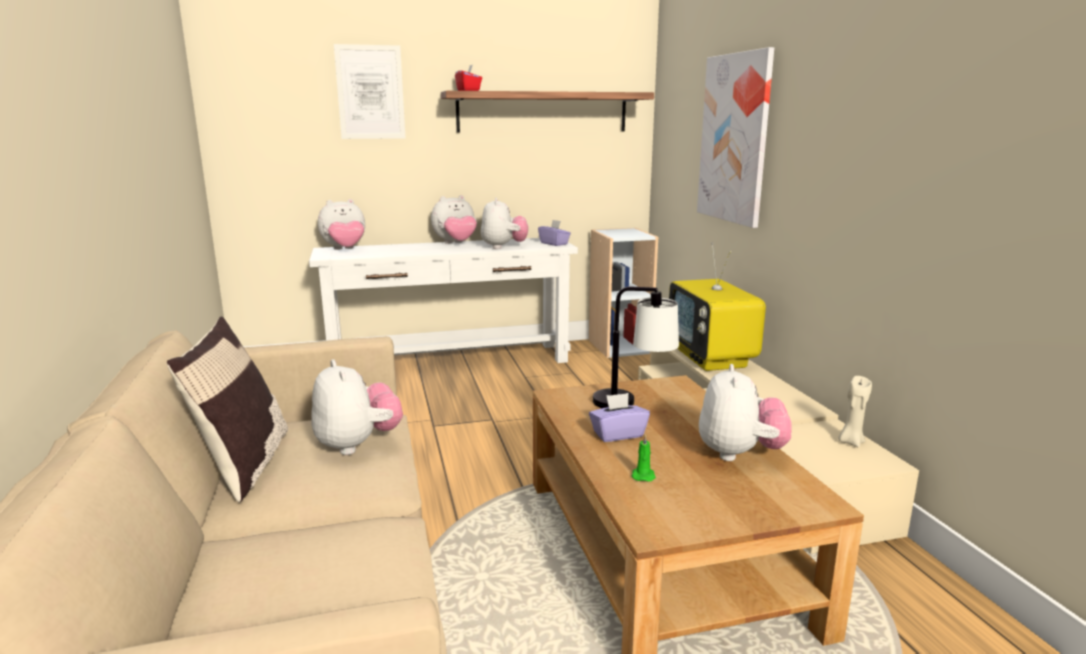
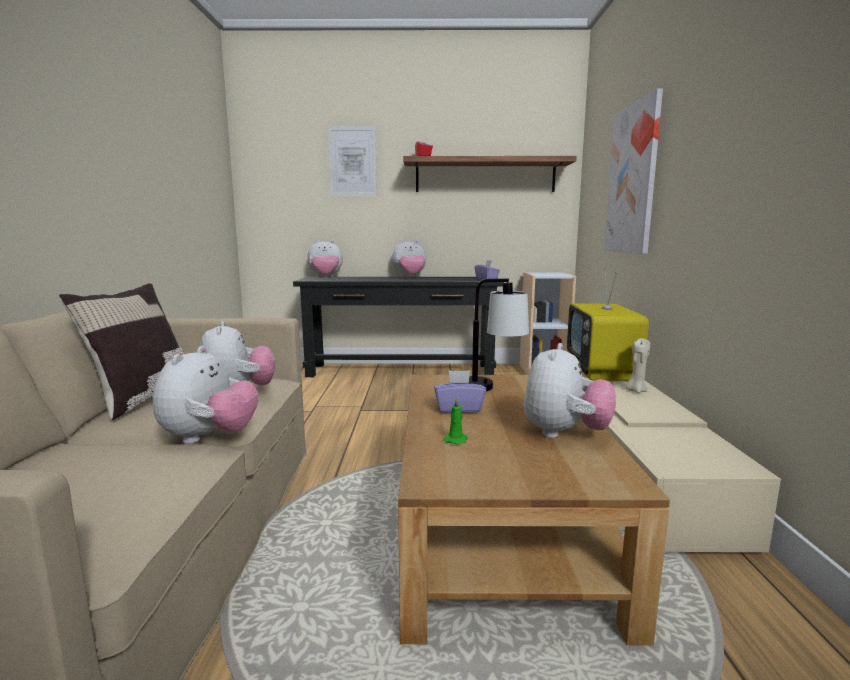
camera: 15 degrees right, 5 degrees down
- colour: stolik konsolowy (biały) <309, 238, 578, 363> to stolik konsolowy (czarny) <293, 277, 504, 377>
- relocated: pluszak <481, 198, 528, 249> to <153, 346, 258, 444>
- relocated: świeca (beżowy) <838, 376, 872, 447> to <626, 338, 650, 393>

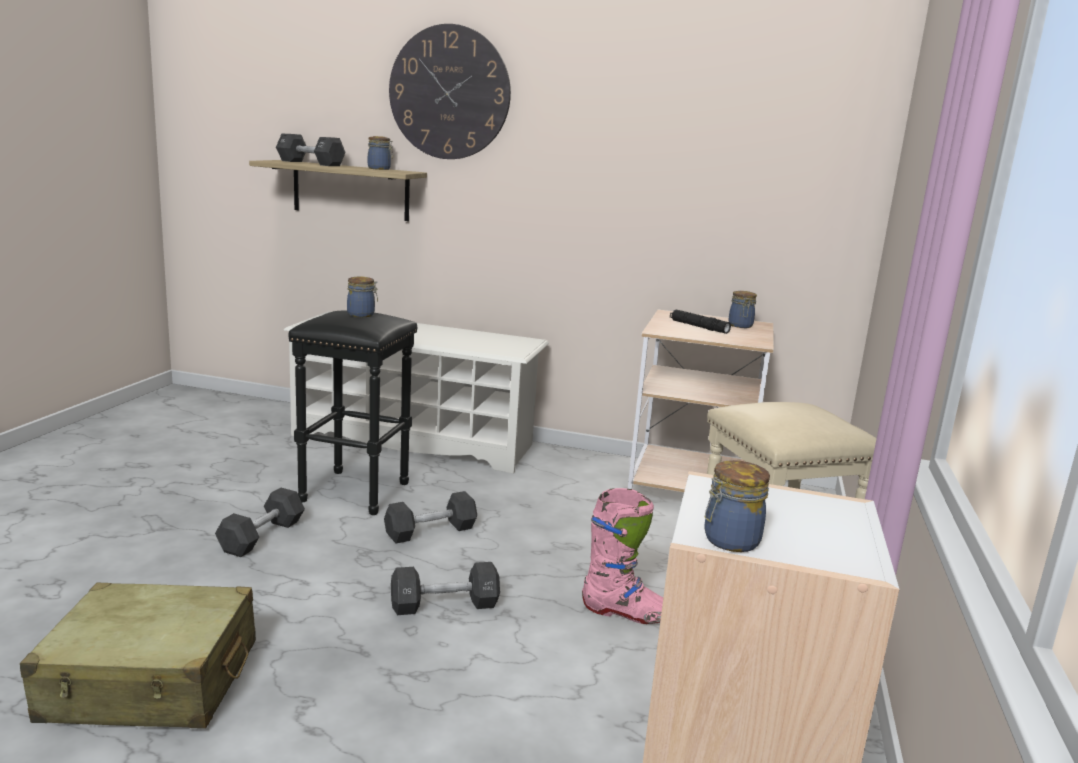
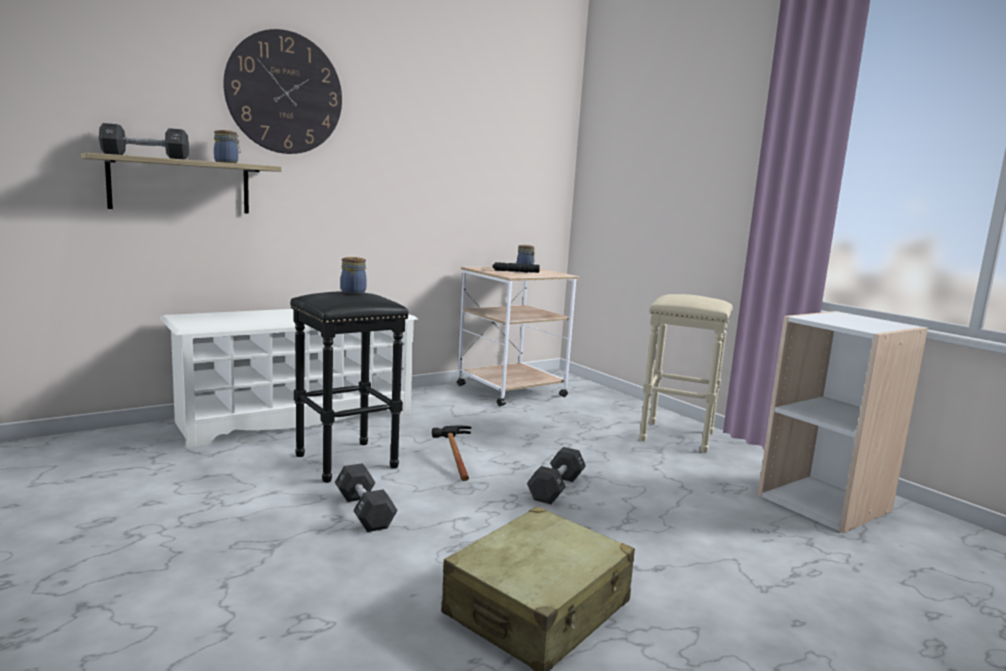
camera: 50 degrees left, 5 degrees down
- exchanged: hantel (czarny) <384, 491, 477, 543> to młotek <432, 426, 471, 481>
- missing: but z cholewką (różowy) <582, 488, 663, 624>
- missing: słoik <704, 460, 770, 552>

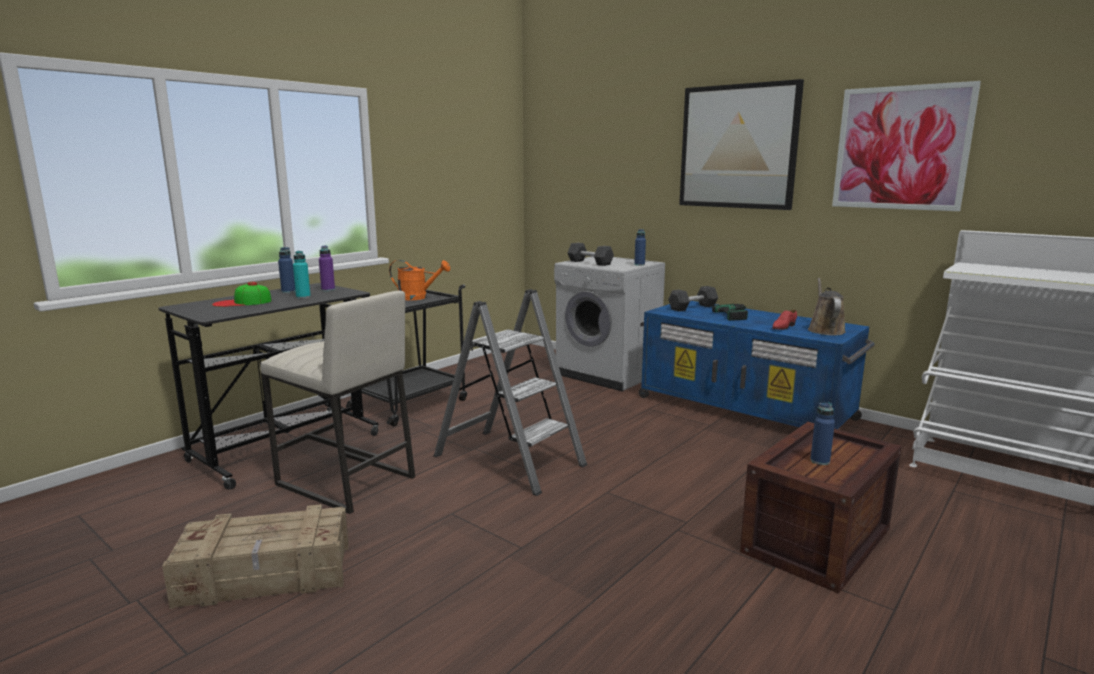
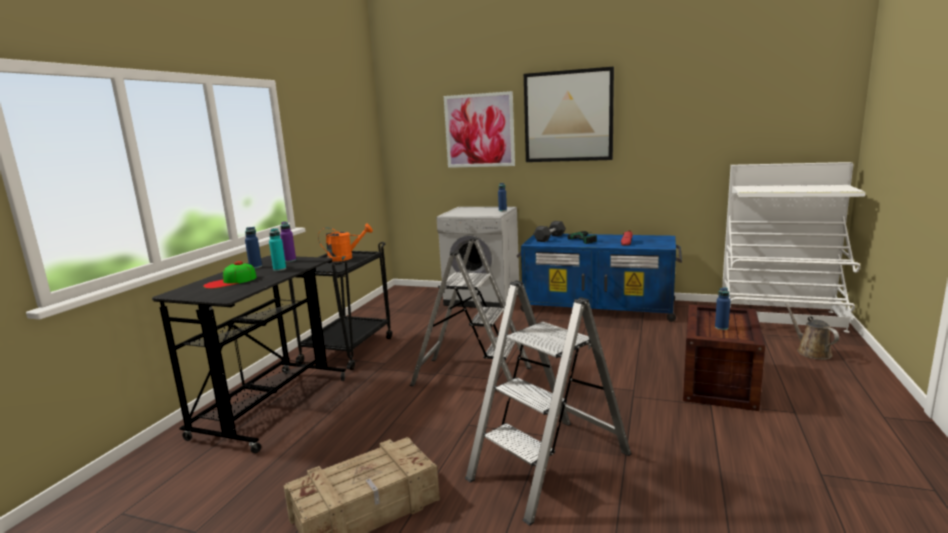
camera: 20 degrees left, 0 degrees up
- missing: stołek (beżowy) <260, 291, 415, 514>
- missing: hantel (szary) <568, 243, 614, 266>
- relocated: konewka (brązowy) <808, 278, 846, 335> to <785, 304, 839, 360>
- relocated: obraz <832, 81, 981, 211> to <444, 91, 515, 168>
- appeared: drabinka (szary) <465, 280, 632, 526>

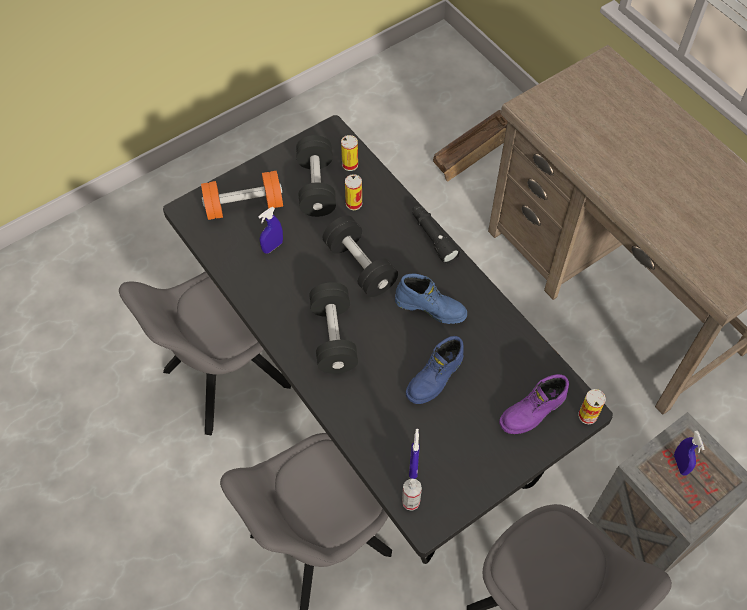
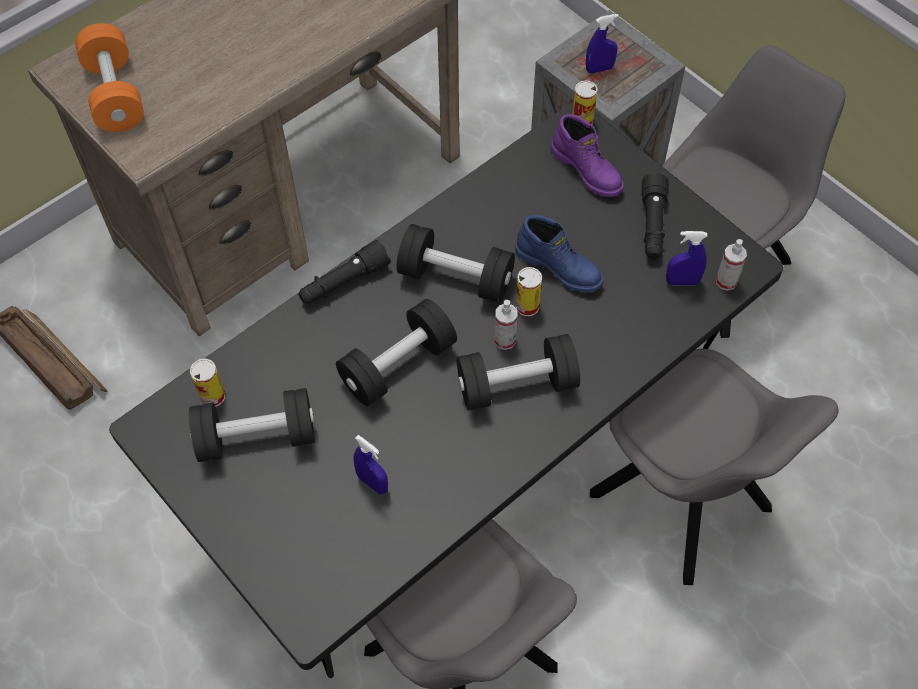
camera: 95 degrees left, 0 degrees up
- relocated: hantel (pomarańczowy) <201, 171, 283, 220> to <75, 23, 144, 132>
- relocated: puszka <345, 174, 362, 210> to <516, 267, 542, 317>
- exchanged: but z cholewką (niebieski) <395, 274, 467, 324> to hantel (czarny) <397, 224, 515, 303>
- appeared: spryskiwacz <494, 300, 517, 350>
- appeared: latarka (czarny) <641, 173, 669, 259>

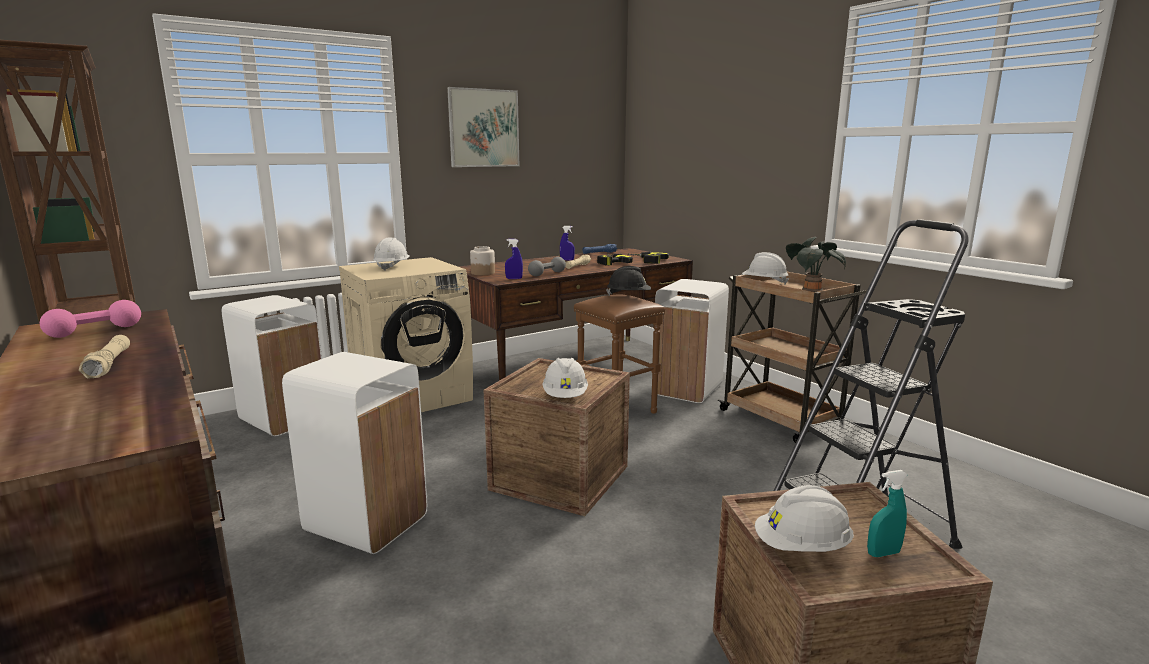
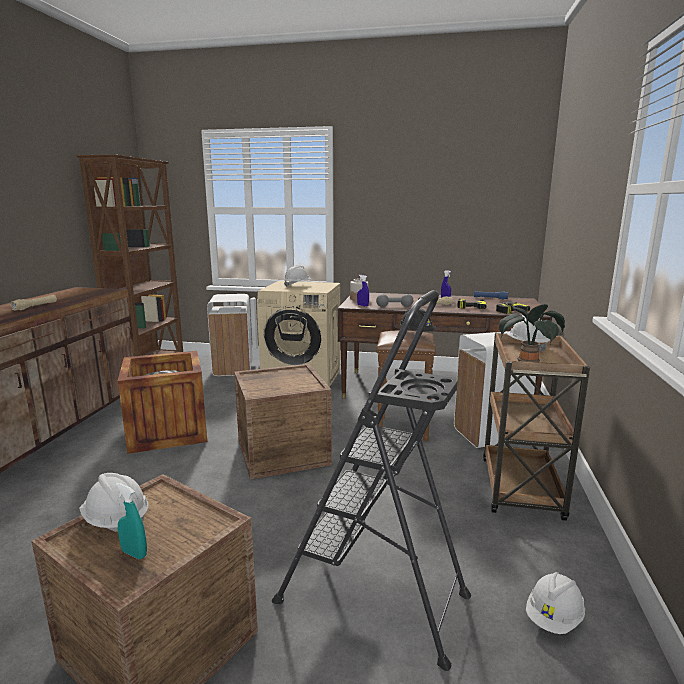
camera: 45 degrees right, 0 degrees up
- missing: hantel (różowy) <40, 300, 141, 338>
- exchanged: kosz na śmieci (biały) <282, 352, 428, 554> to skrzynka <118, 351, 207, 454>
- missing: obraz <447, 87, 519, 167>
- relocated: kask (biały) <542, 358, 588, 398> to <526, 572, 585, 634>

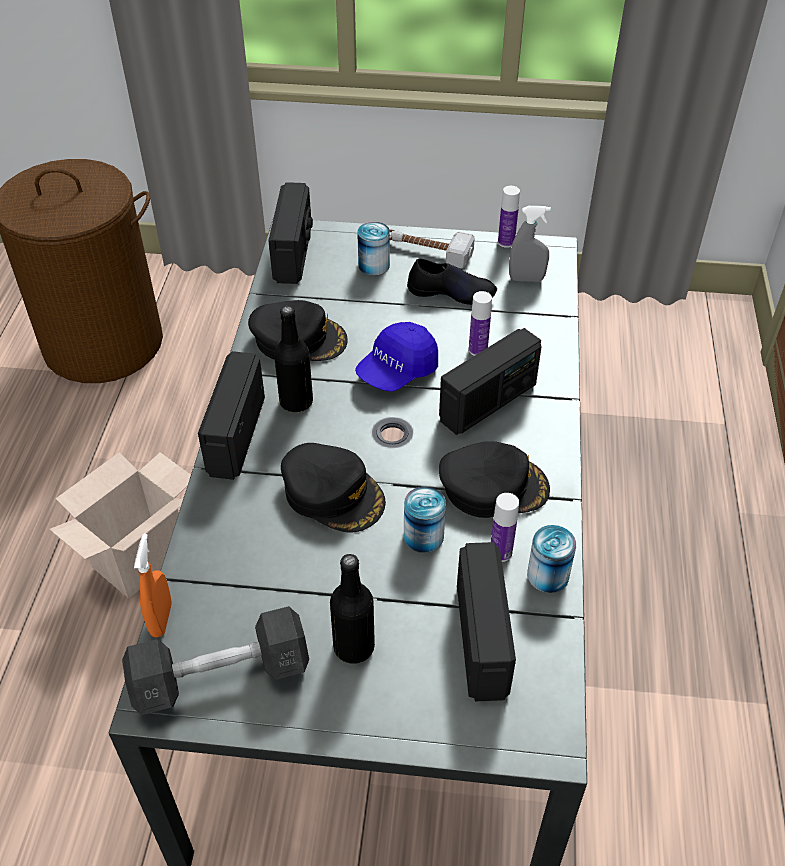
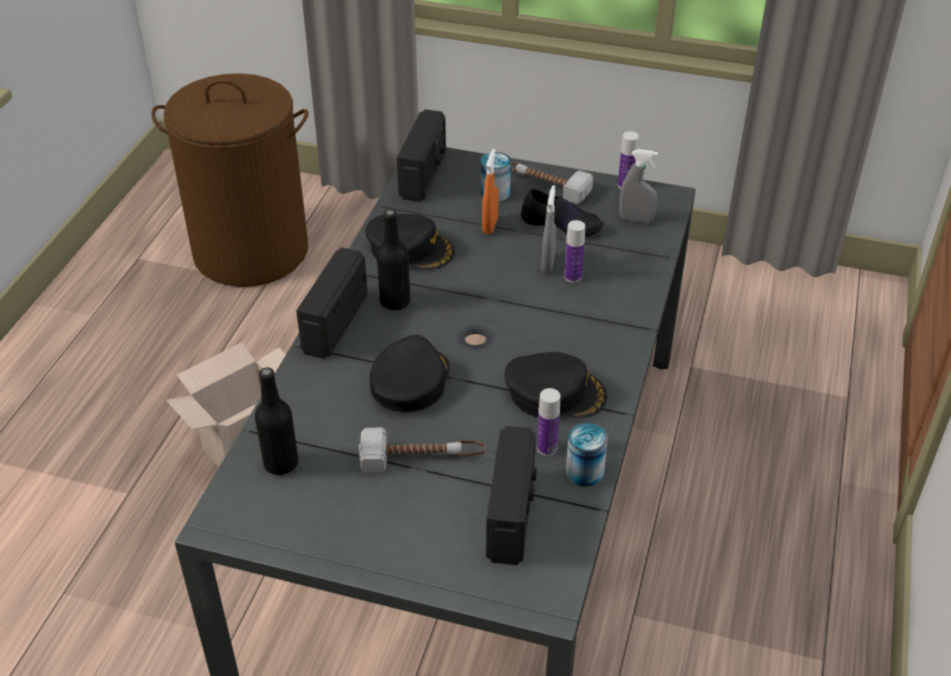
camera: 10 degrees right, 5 degrees down
- missing: hantel (szary) <122, 606, 309, 715>
- relocated: spryskiwacz (pomarańczowy) <134, 534, 172, 637> to <482, 149, 499, 234>
- spun: czapka z daszkiem (czarny) <281, 443, 386, 533> = <369, 335, 449, 412> 120 degrees counterclockwise
- relocated: butelka (czarny) <330, 554, 375, 664> to <255, 367, 299, 475>
- missing: czapka z daszkiem (niebieski) <355, 322, 438, 392>
- missing: puszka <404, 486, 446, 553>
- missing: radio <439, 328, 542, 435>
- appeared: młotek <359, 427, 486, 473>
- appeared: spryskiwacz (szary) <541, 185, 556, 273>

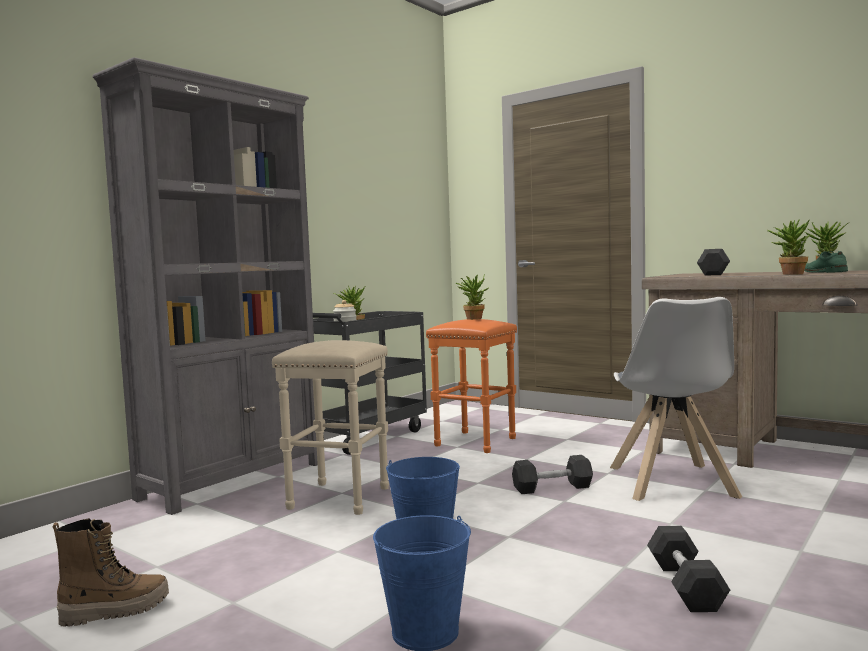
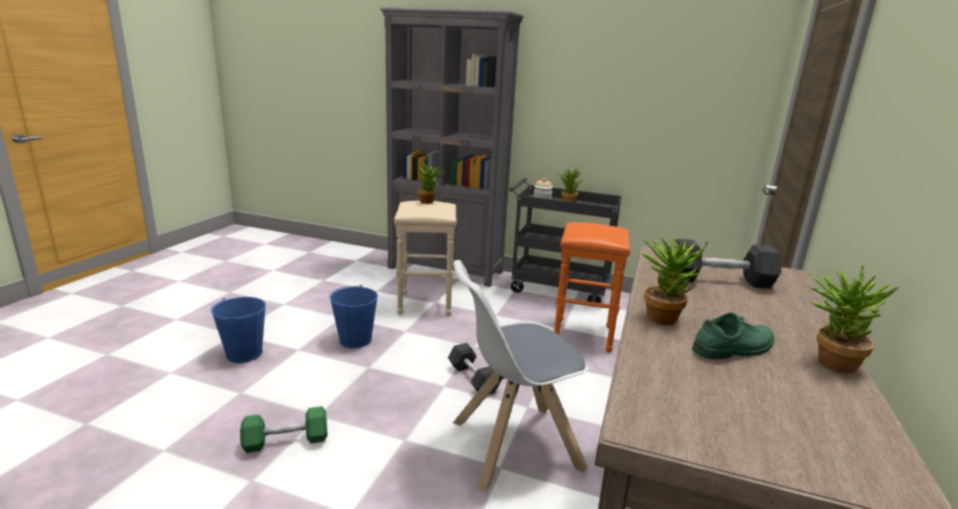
camera: 70 degrees right, 15 degrees up
- missing: but z cholewką <52, 518, 169, 627>
- relocated: roślina doniczkowa <456, 275, 489, 320> to <417, 164, 445, 204>
- colour: hantel (szary) <647, 526, 730, 612> to hantel (zielony) <240, 406, 327, 453>

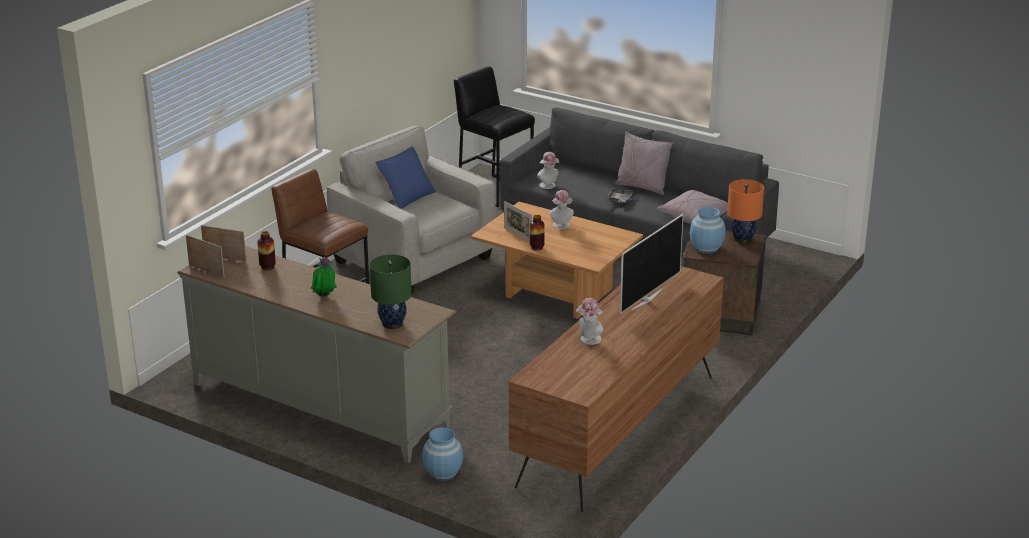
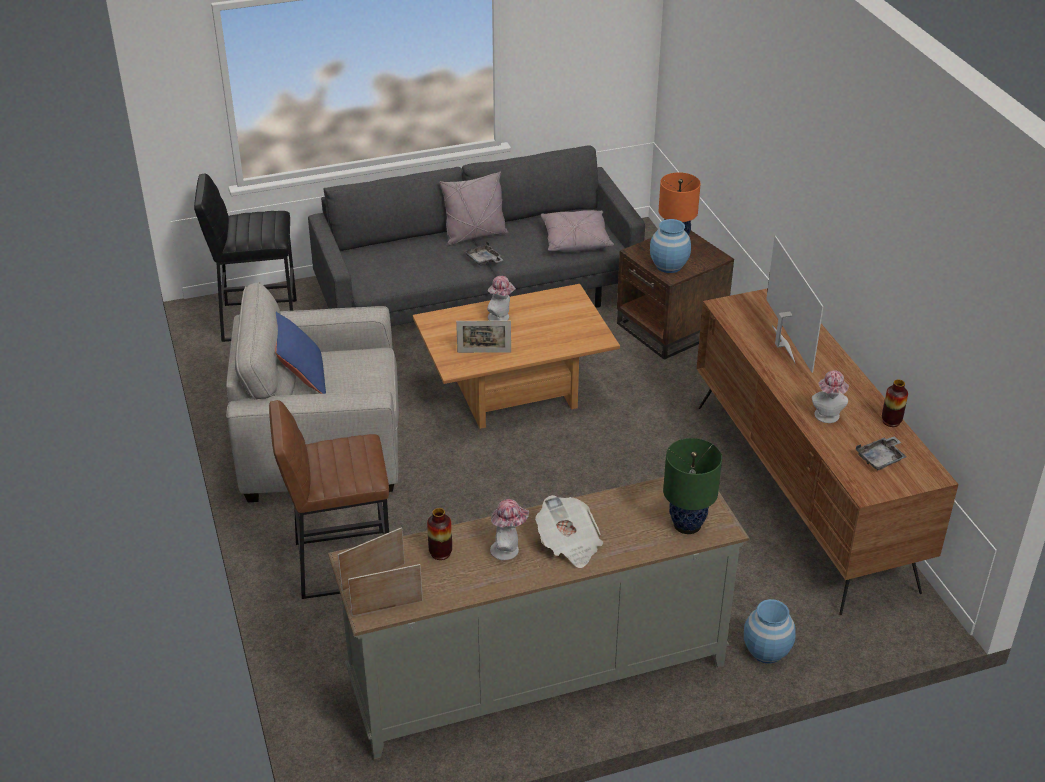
camera: 50 degrees left, 10 degrees up
- exchanged: roślina doniczkowa <311, 257, 337, 297> to gazeta <535, 495, 603, 568>
- relocated: wazon <530, 215, 545, 251> to <882, 379, 908, 427>
- relocated: kapelusz <537, 152, 559, 189> to <490, 499, 529, 560>
- appeared: taca (szary) <856, 436, 907, 470>

